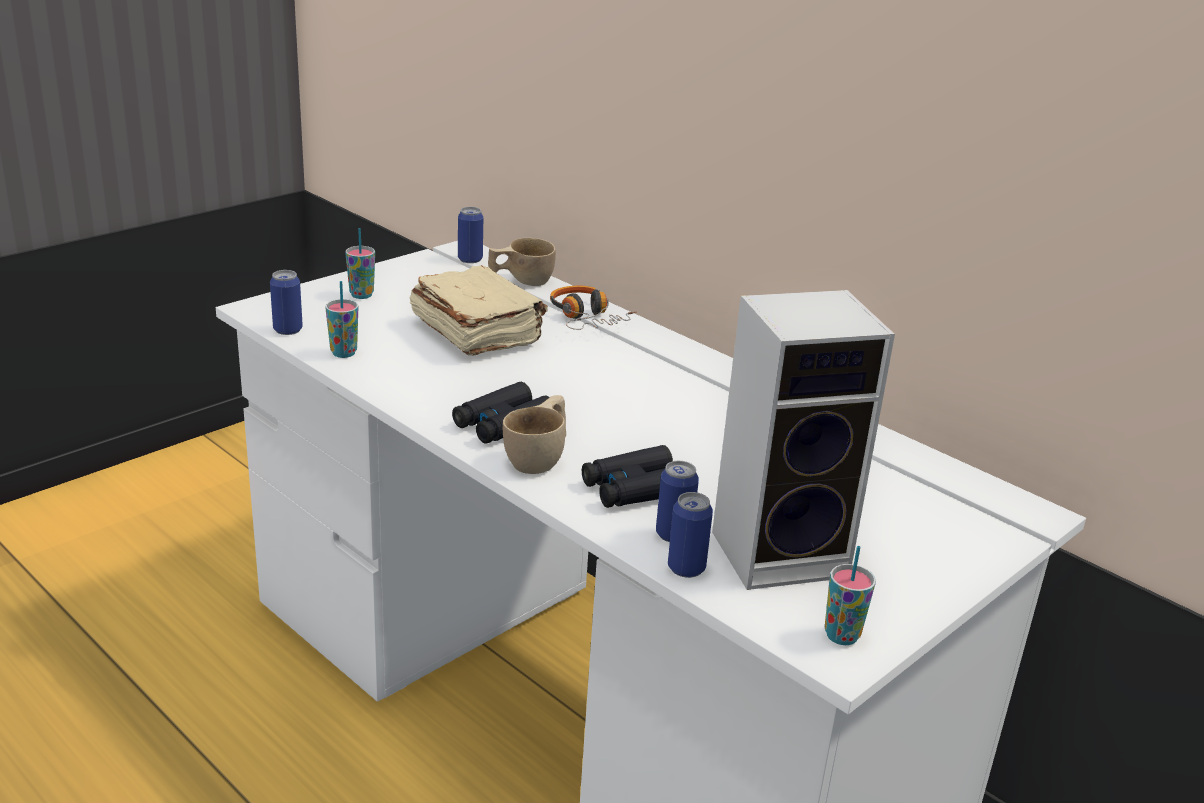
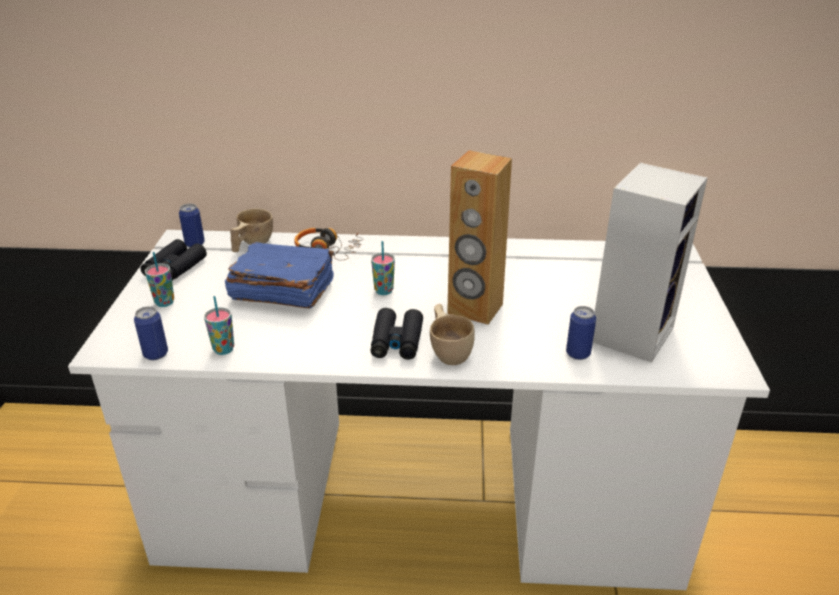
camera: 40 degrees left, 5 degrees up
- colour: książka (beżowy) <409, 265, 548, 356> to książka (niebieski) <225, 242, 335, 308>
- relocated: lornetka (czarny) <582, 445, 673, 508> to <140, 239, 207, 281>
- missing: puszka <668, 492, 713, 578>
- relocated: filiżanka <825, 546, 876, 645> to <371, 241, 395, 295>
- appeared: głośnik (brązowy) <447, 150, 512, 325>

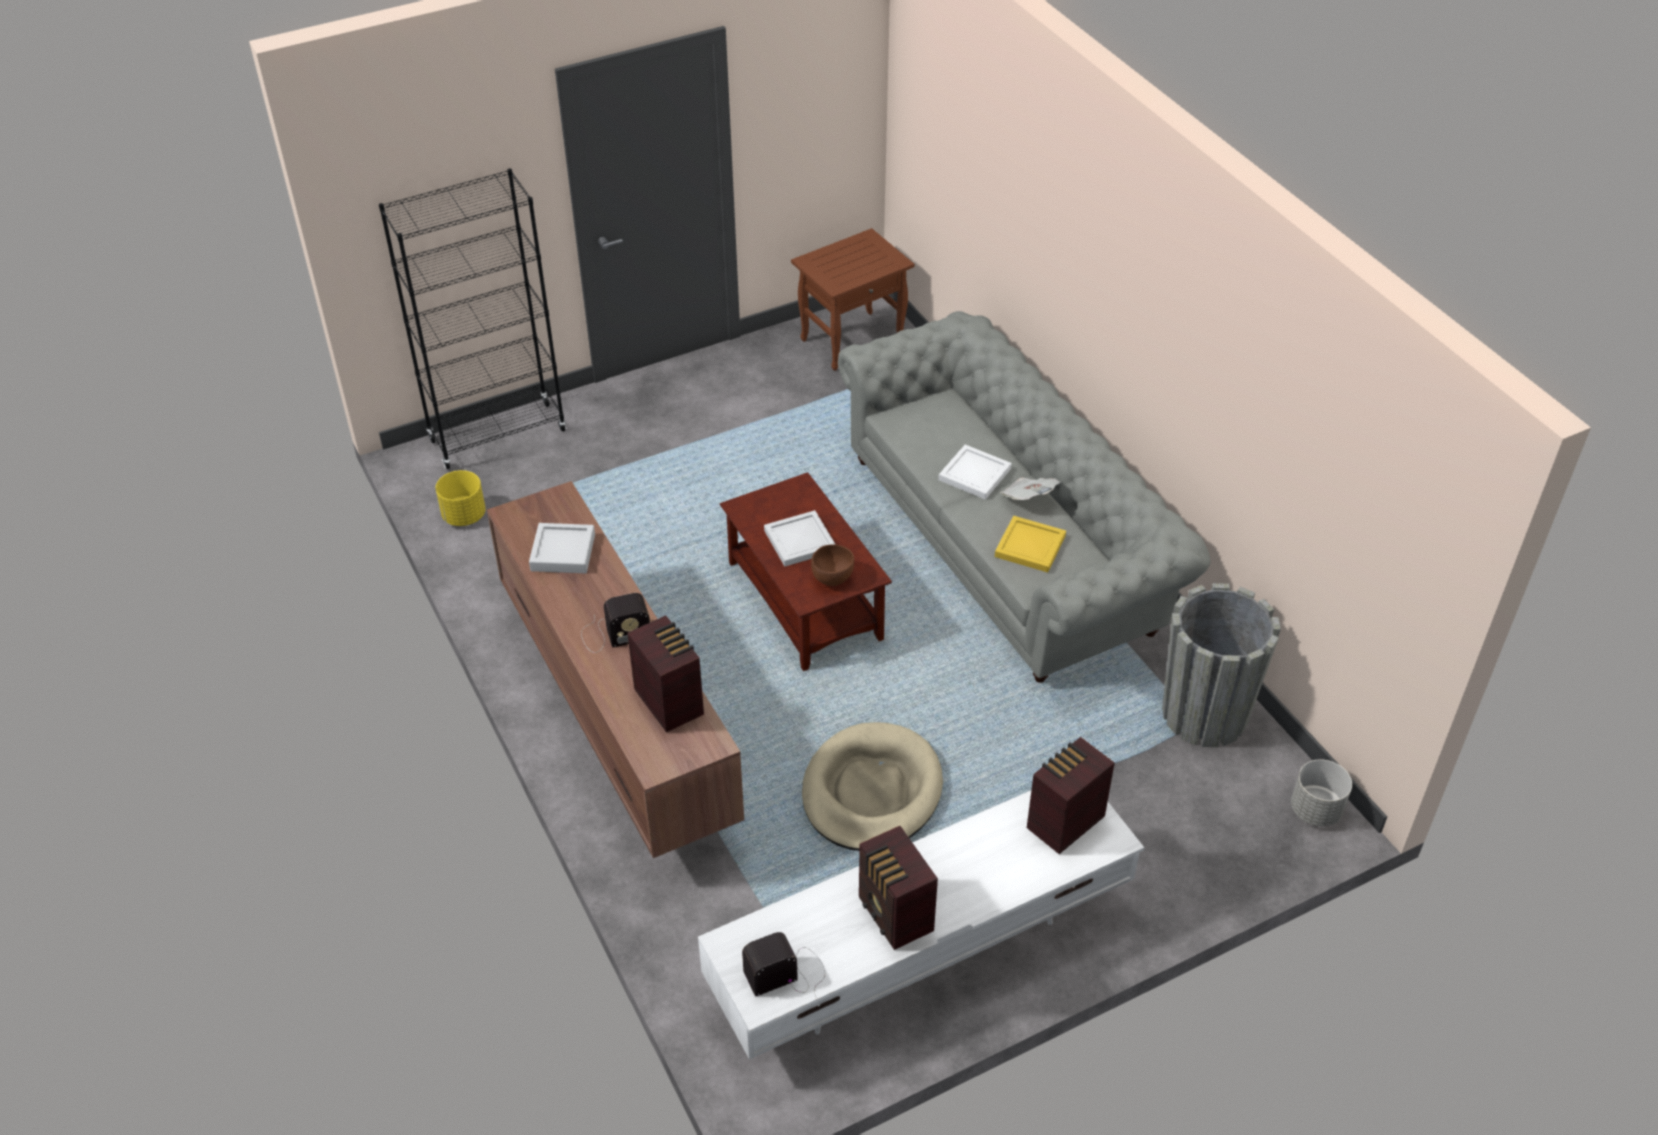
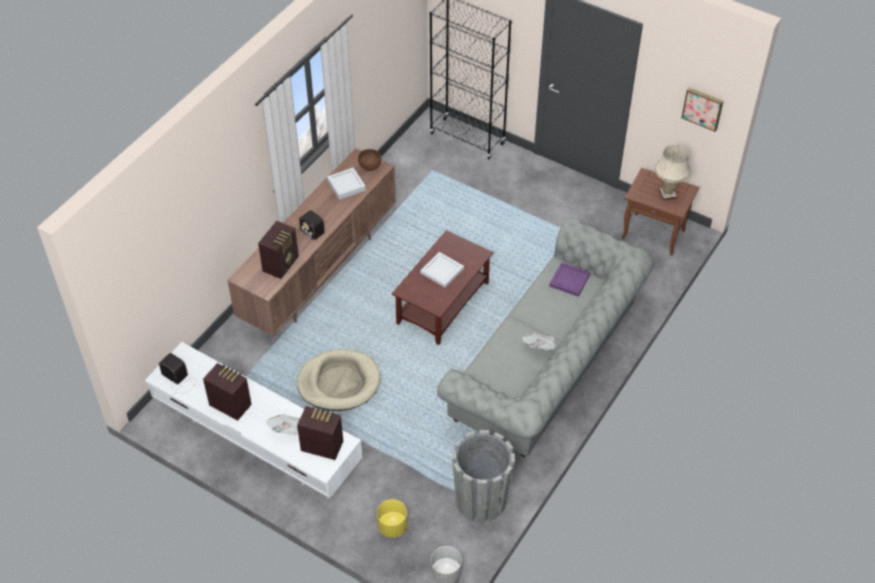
camera: 60 degrees right, 5 degrees up
- relocated: donica (żółty) <436, 470, 486, 526> to <377, 499, 408, 538>
- relocated: miska (brązowy) <811, 544, 854, 586> to <358, 149, 381, 171>
- spun: radio <859, 826, 938, 950> = <203, 363, 252, 421> 90 degrees clockwise
- missing: taca (biały) <938, 445, 1012, 500>
- missing: taca (żółty) <995, 516, 1066, 572>
- appeared: gazeta <266, 414, 300, 435>
- appeared: taca (fioletowy) <549, 262, 590, 297>
- appeared: lampa stołowa (beżowy) <655, 145, 691, 200>
- appeared: obraz <681, 88, 723, 132>

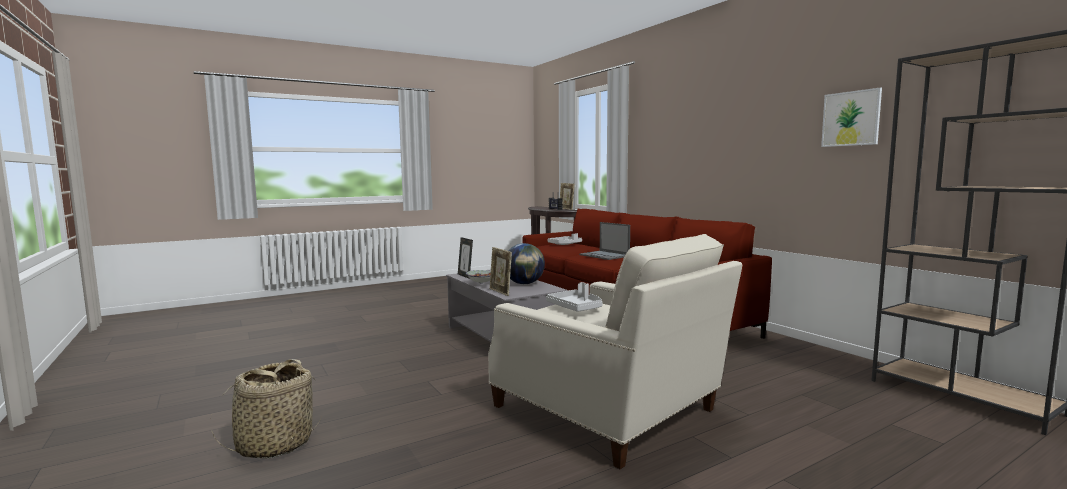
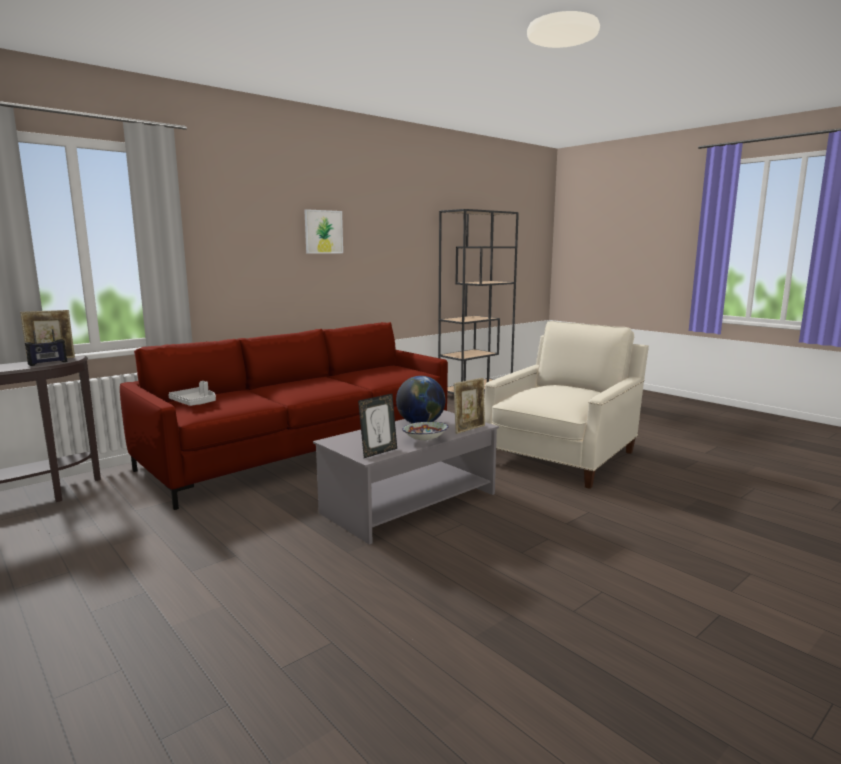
camera: 100 degrees left, 5 degrees up
- missing: koszyk <211, 359, 322, 458>
- missing: taca (szary) <546, 282, 603, 312>
- missing: laptop <579, 222, 630, 260>
- relocated: obraz <821, 88, 882, 147> to <304, 209, 343, 254>

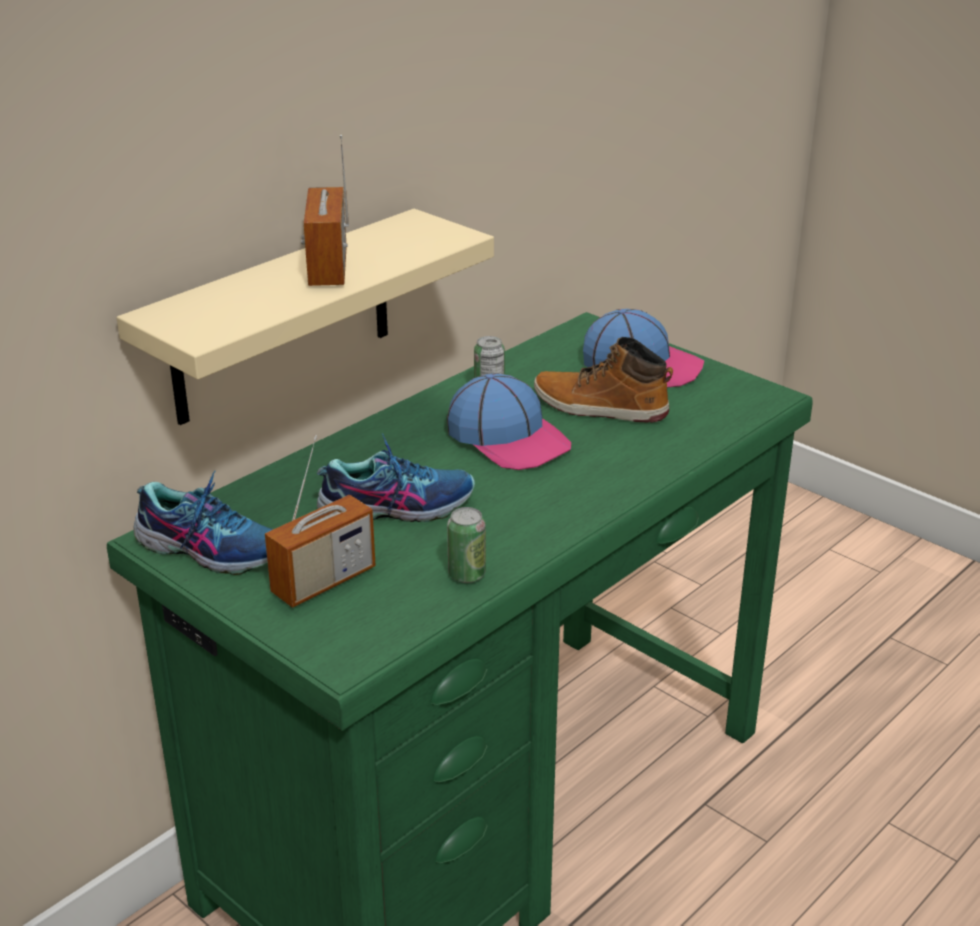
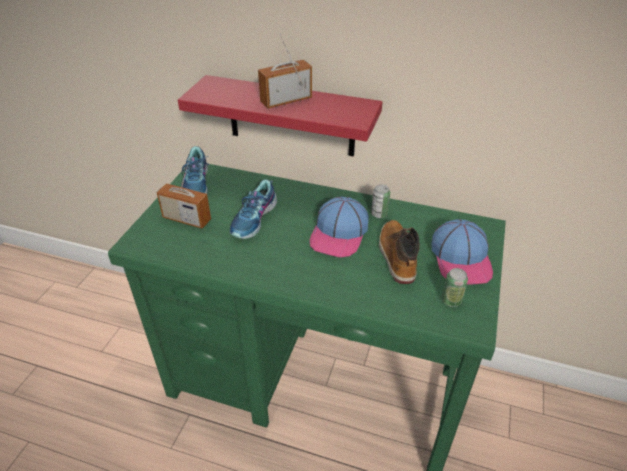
camera: 65 degrees right, 10 degrees up
- colour: półka (beżowy) <117, 209, 494, 425> to półka (czerwony) <178, 75, 382, 157>
- spun: but <317, 434, 475, 522> = <230, 179, 277, 239> 60 degrees clockwise
- relocated: puszka <447, 507, 486, 583> to <442, 268, 468, 307>

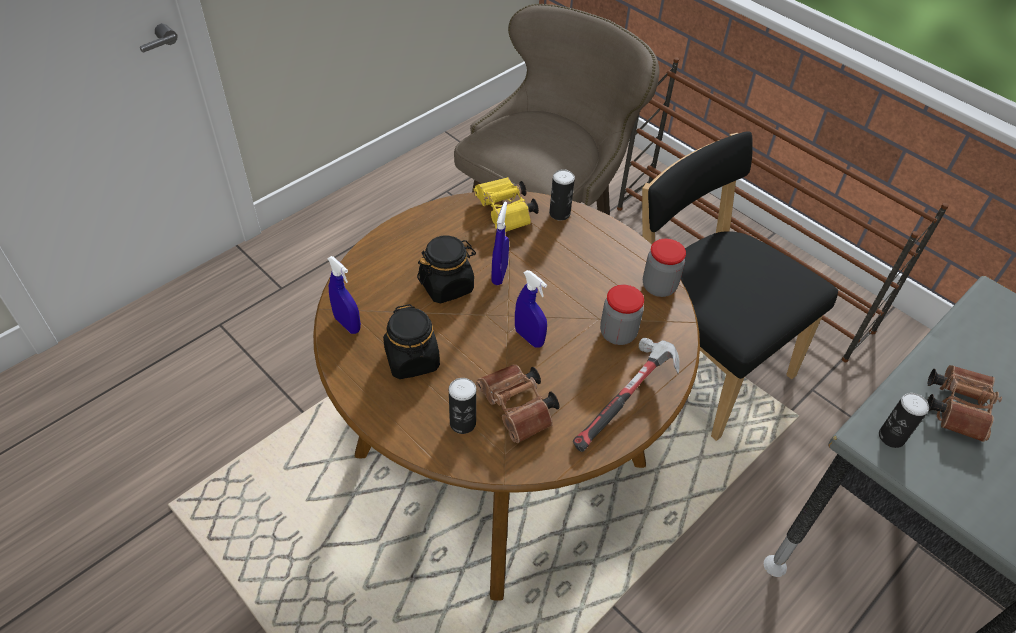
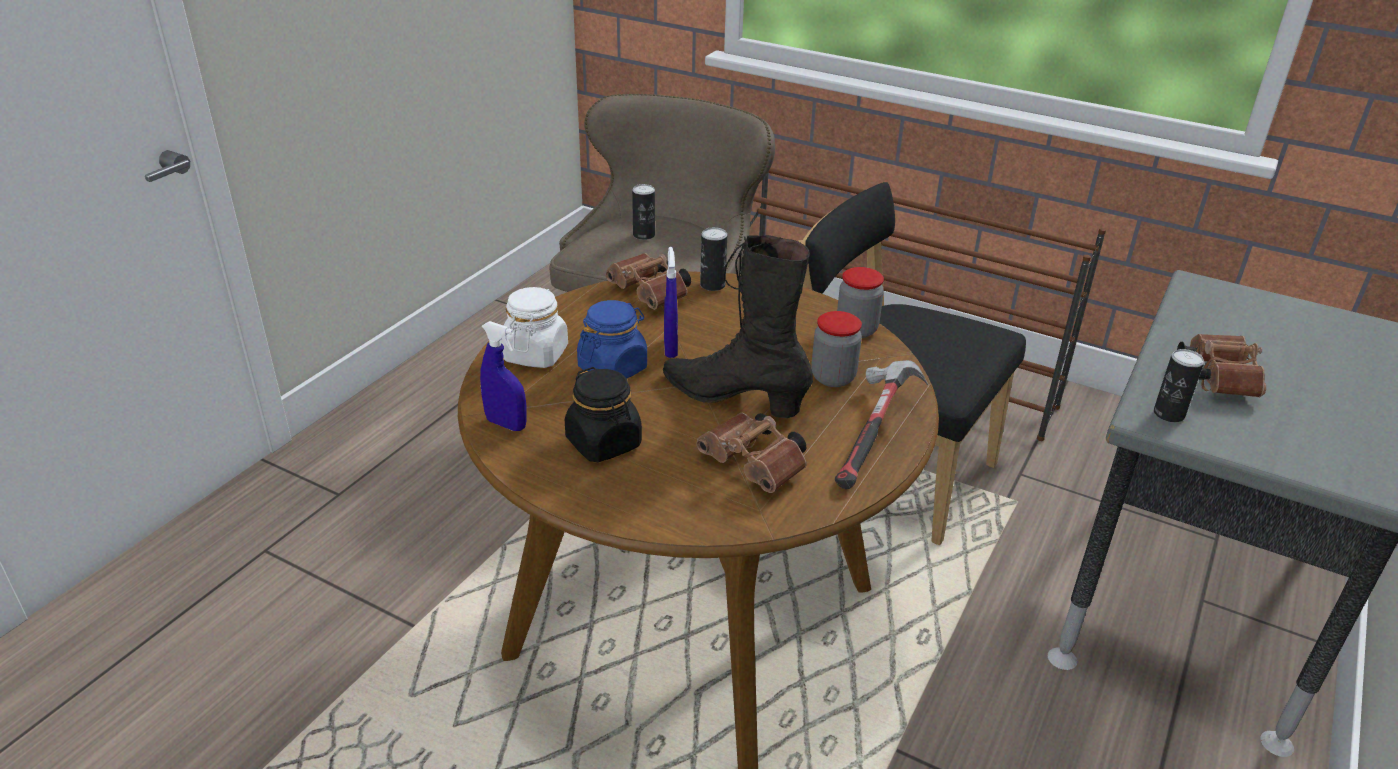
camera: 15 degrees left, 15 degrees down
- colour: słoik (czarny) <417, 236, 476, 304> to słoik (niebieski) <577, 300, 647, 379>
- relocated: puszka <449, 378, 476, 434> to <632, 184, 655, 240>
- colour: lornetka (żółty) <473, 177, 539, 232> to lornetka (brązowy) <606, 253, 691, 310>
- exchanged: spryskiwacz (niebieski) <515, 270, 547, 348> to but z cholewką (czarny) <663, 235, 813, 418>
- appeared: słoik (biały) <501, 287, 568, 368>

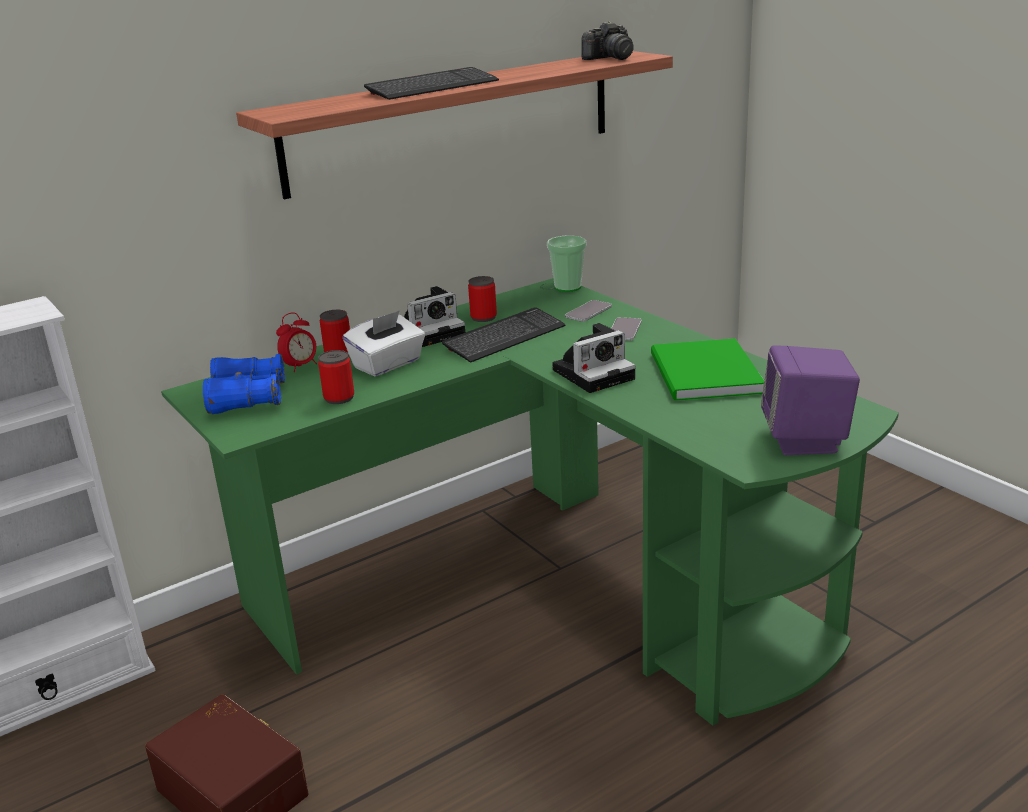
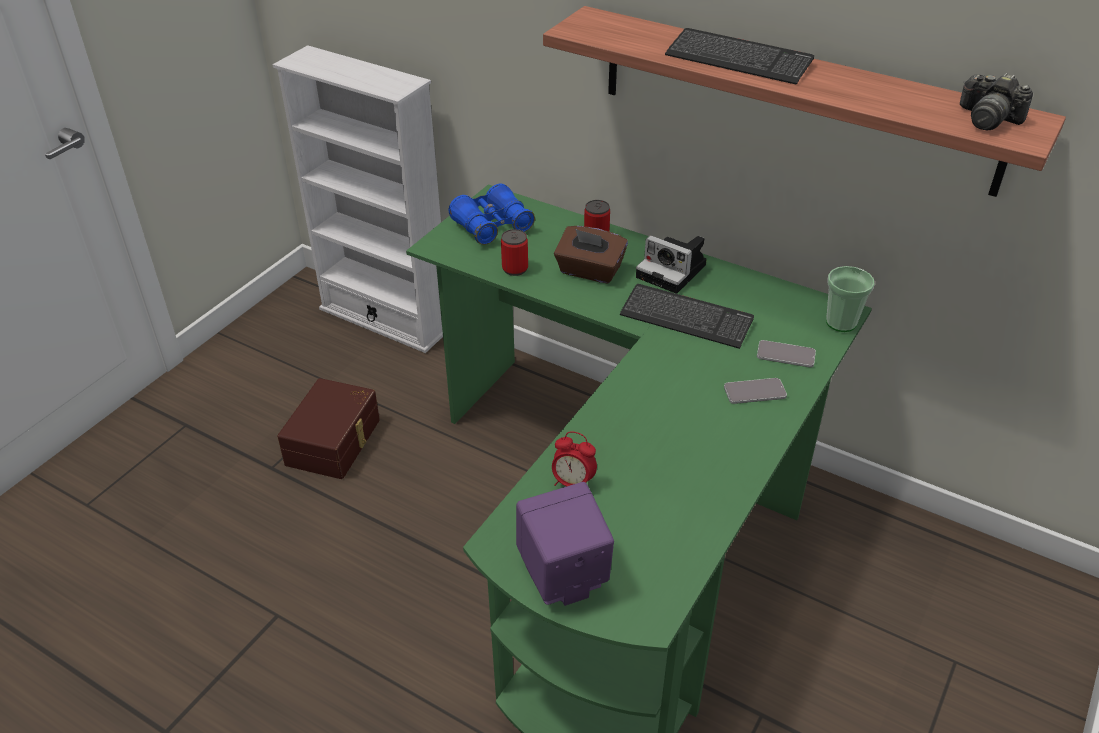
camera: 65 degrees right, 15 degrees up
- relocated: budzik <276, 312, 317, 372> to <552, 432, 597, 486>
- colour: pudełko chusteczek (biały) <343, 310, 425, 377> to pudełko chusteczek (brązowy) <554, 226, 628, 284>
- missing: puszka <468, 276, 497, 322>
- missing: aparat fotograficzny <552, 323, 635, 393>
- missing: książka (zielony) <651, 338, 764, 401>

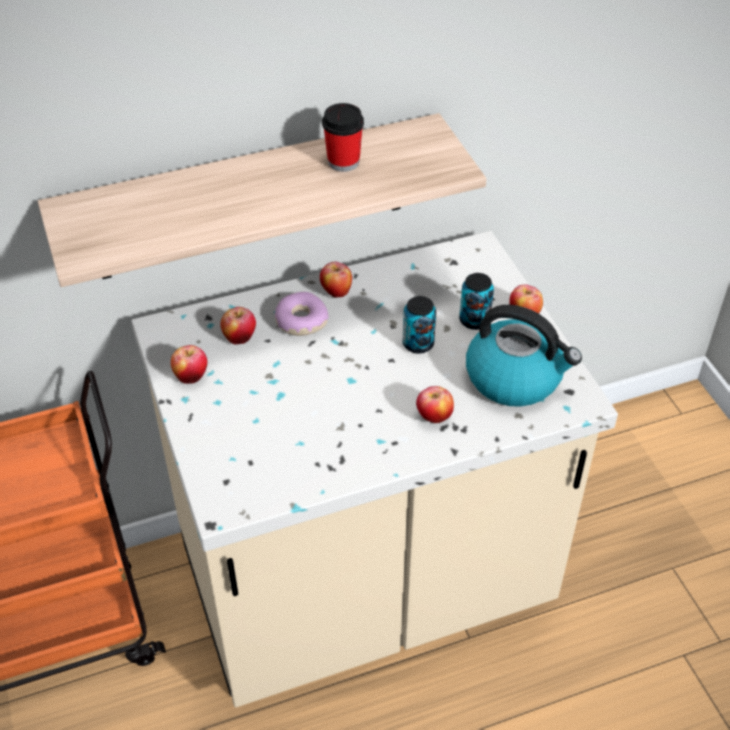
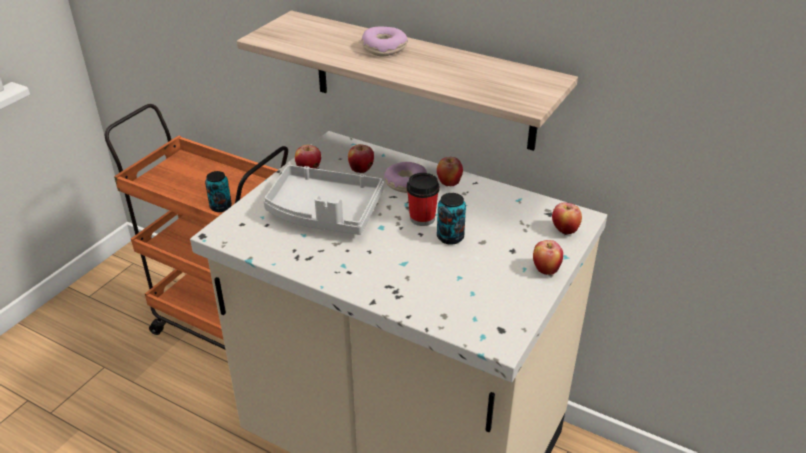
camera: 50 degrees right, 10 degrees down
- relocated: filiżanka <322, 103, 364, 172> to <406, 173, 440, 226>
- relocated: jabłko <416, 386, 454, 423> to <552, 202, 582, 235>
- relocated: puszka <459, 273, 494, 330> to <205, 171, 232, 212>
- missing: czajnik <466, 305, 582, 407>
- appeared: taca (szary) <263, 165, 384, 235>
- appeared: donut <361, 27, 408, 56>

